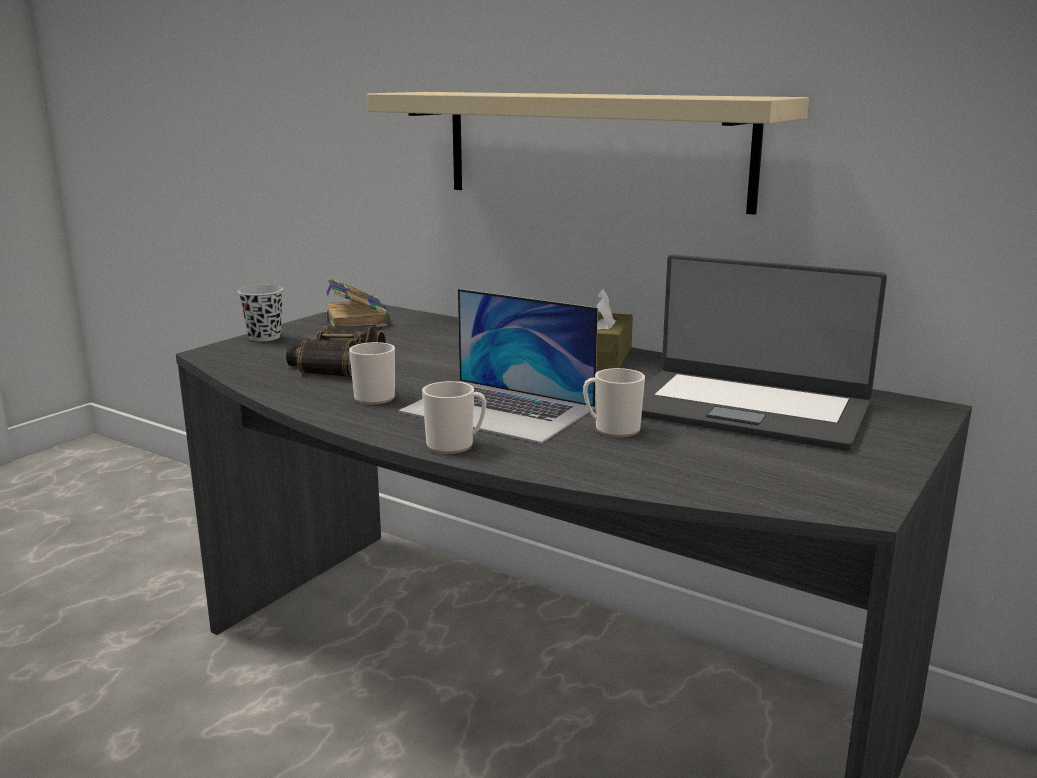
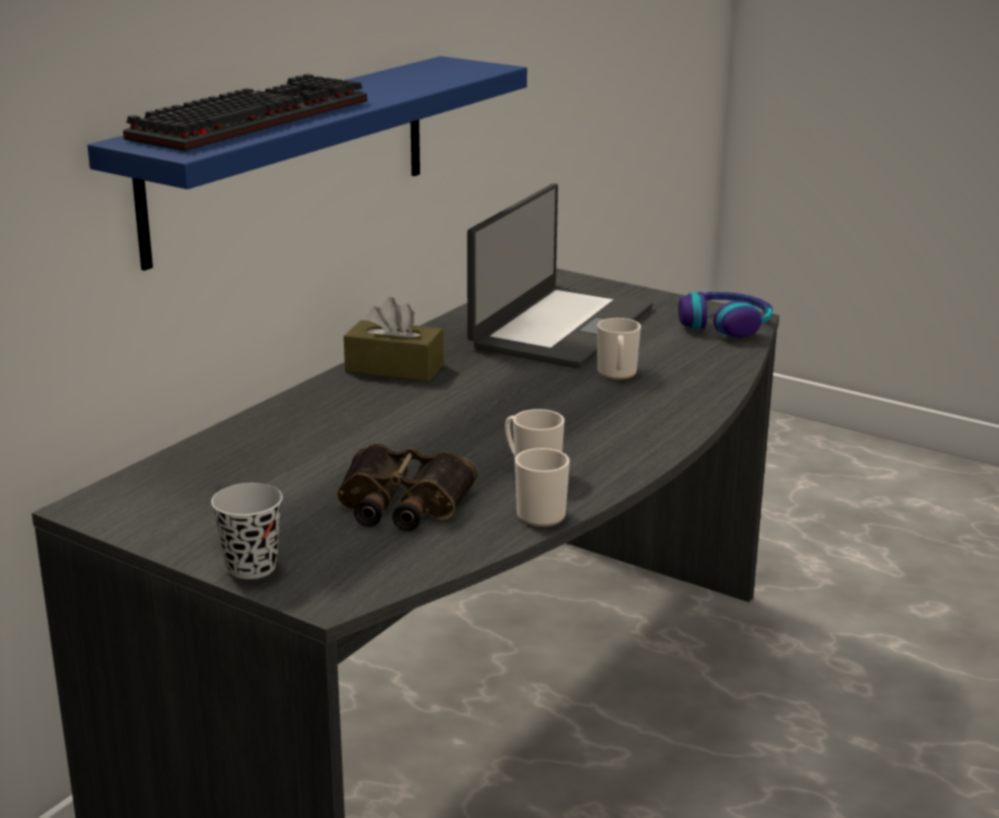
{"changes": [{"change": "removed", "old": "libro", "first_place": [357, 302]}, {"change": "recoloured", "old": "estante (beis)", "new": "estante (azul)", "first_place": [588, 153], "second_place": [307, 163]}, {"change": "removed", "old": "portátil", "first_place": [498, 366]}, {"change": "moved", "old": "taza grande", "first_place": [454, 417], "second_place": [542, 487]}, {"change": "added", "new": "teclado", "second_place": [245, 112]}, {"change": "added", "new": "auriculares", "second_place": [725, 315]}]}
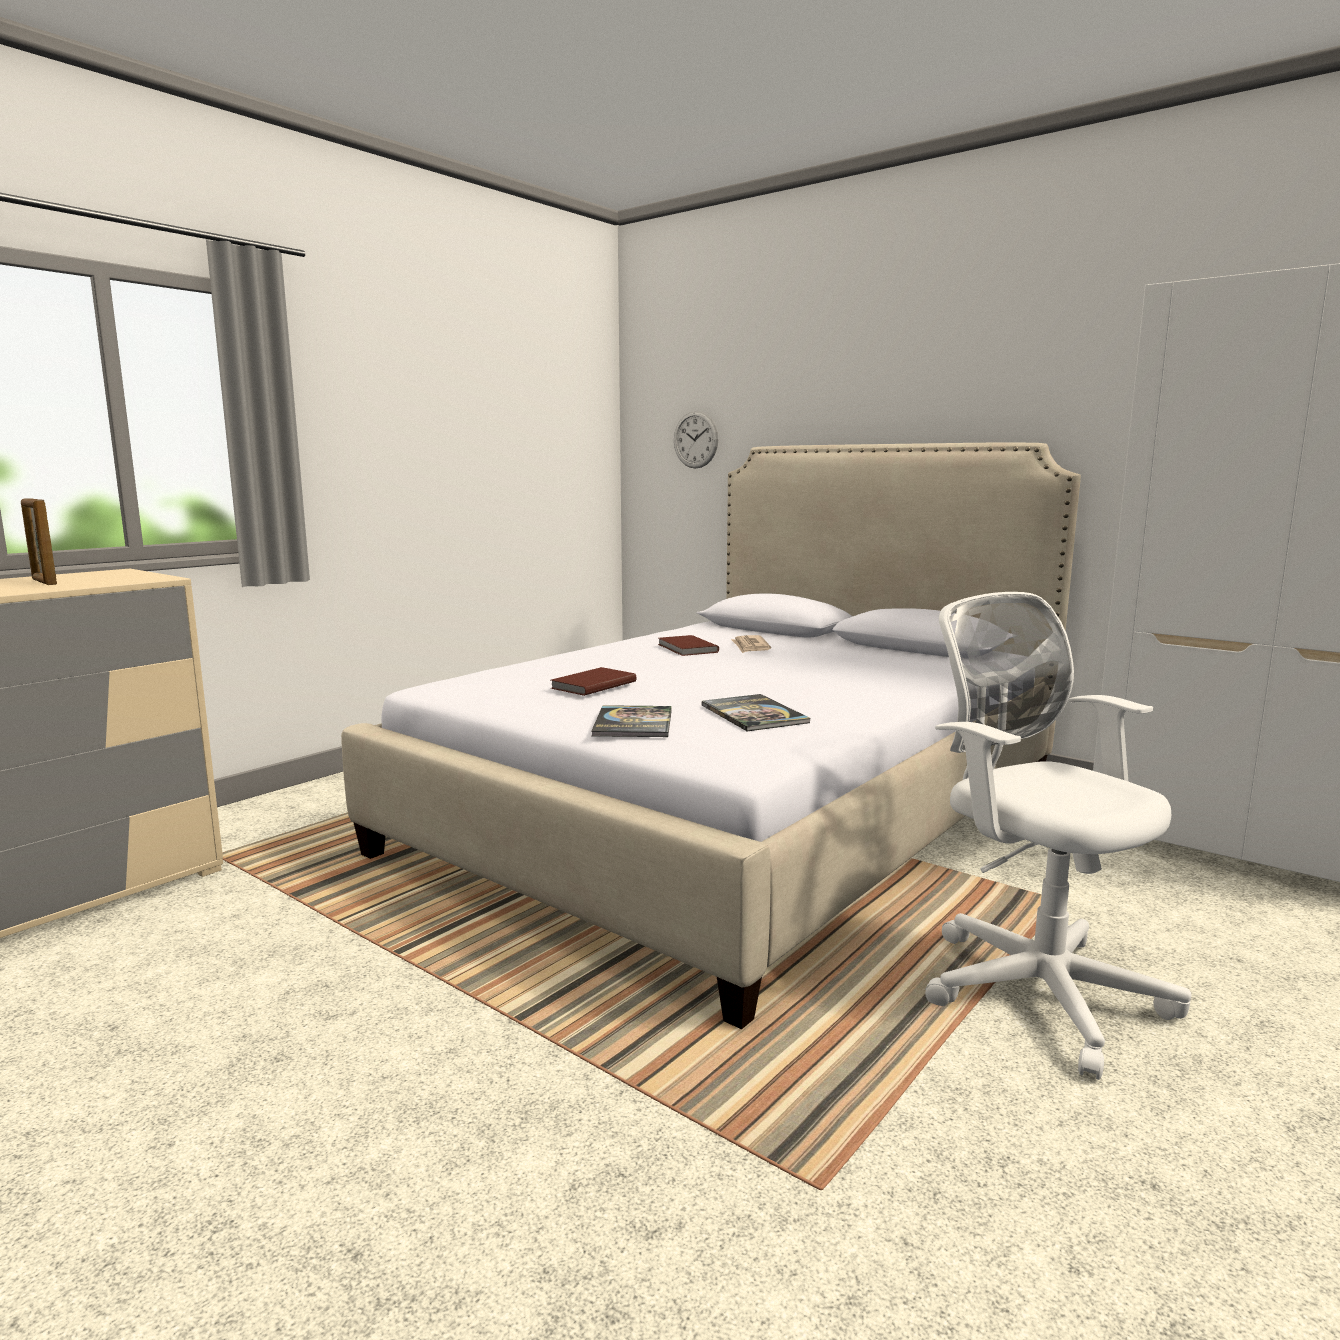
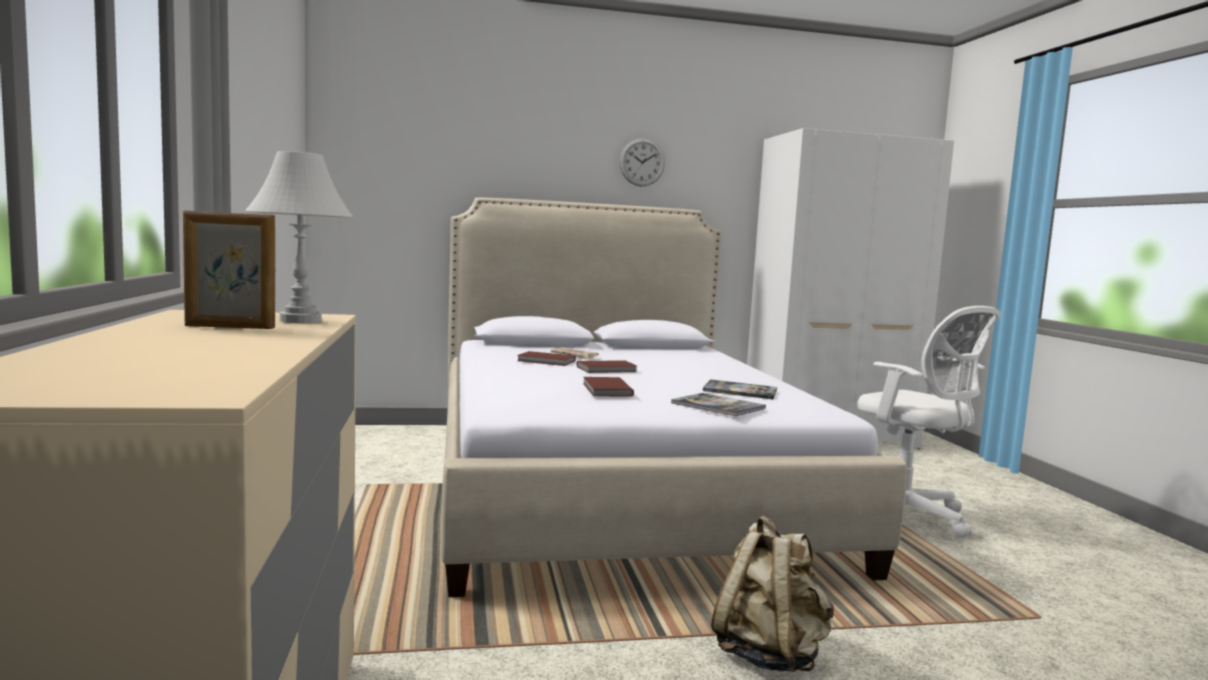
{"changes": [{"change": "moved", "old": "reloj de pared", "first_place": [696, 440], "second_place": [642, 162]}, {"change": "turned", "old": "silla de oficina (blanco)", "first_place": [1058, 836], "second_place": [929, 422], "degrees": -135}, {"change": "added", "new": "lámpara de mesa (blanco)", "second_place": [299, 237]}, {"change": "added", "new": "libro (marrón)", "second_place": [607, 366]}, {"change": "added", "new": "mochila (beis)", "second_place": [772, 593]}]}
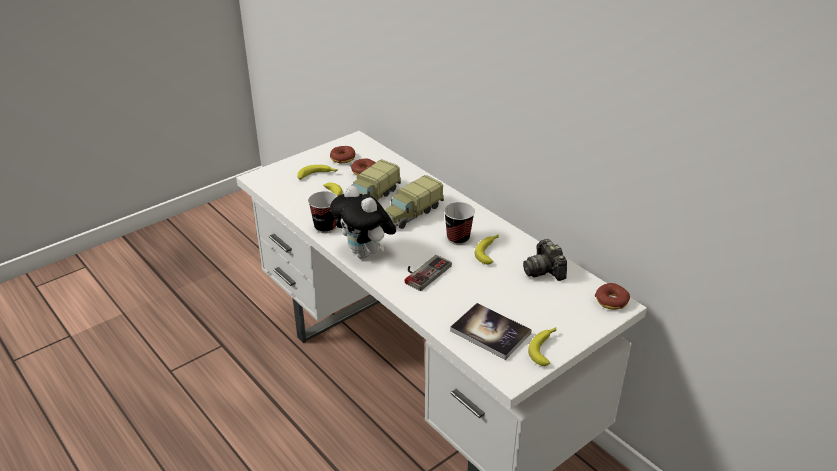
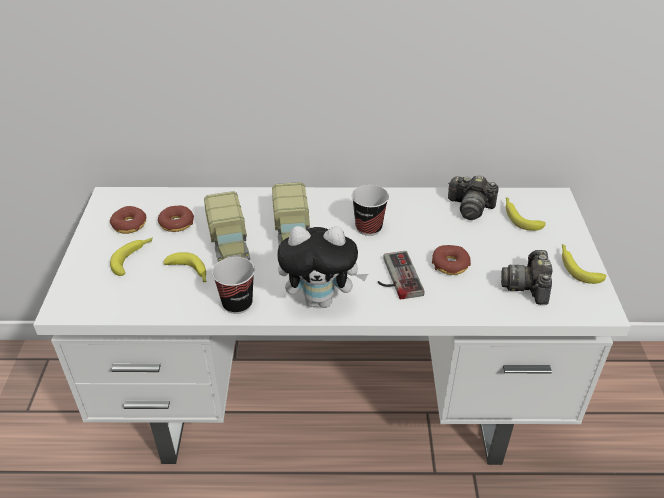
{"changes": [{"change": "replaced", "old": "libro", "new": "cámara", "first_place": [490, 331], "second_place": [527, 277]}, {"change": "moved", "old": "plátano", "first_place": [487, 249], "second_place": [526, 214]}, {"change": "moved", "old": "rosquilla", "first_place": [612, 296], "second_place": [451, 260]}]}
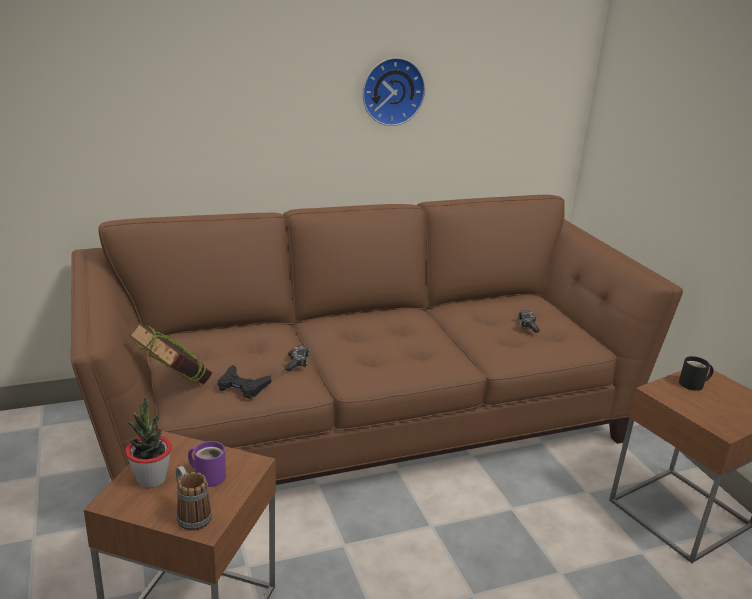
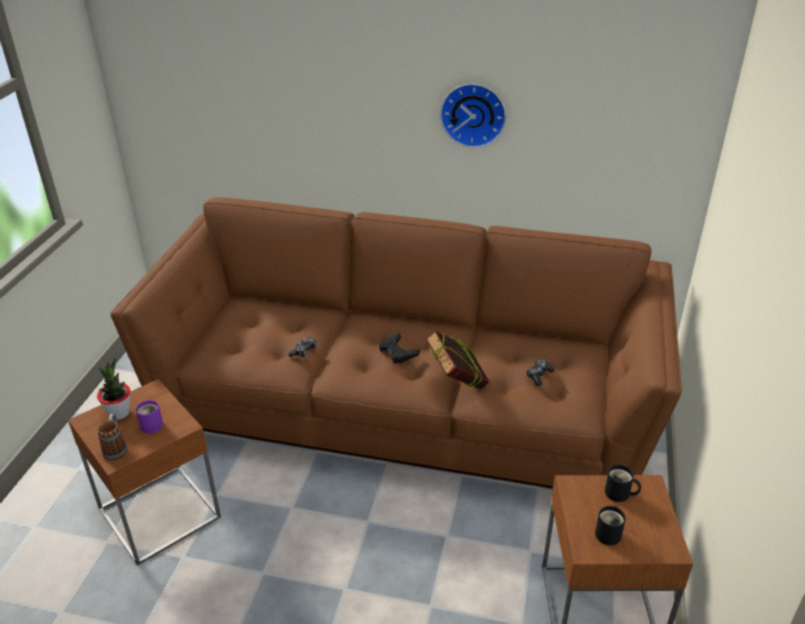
{"changes": [{"change": "moved", "old": "libro", "first_place": [170, 354], "second_place": [457, 360]}, {"change": "moved", "old": "mando de consola (negro)", "first_place": [244, 381], "second_place": [399, 348]}, {"change": "added", "new": "taza grande (negro)", "second_place": [610, 525]}]}
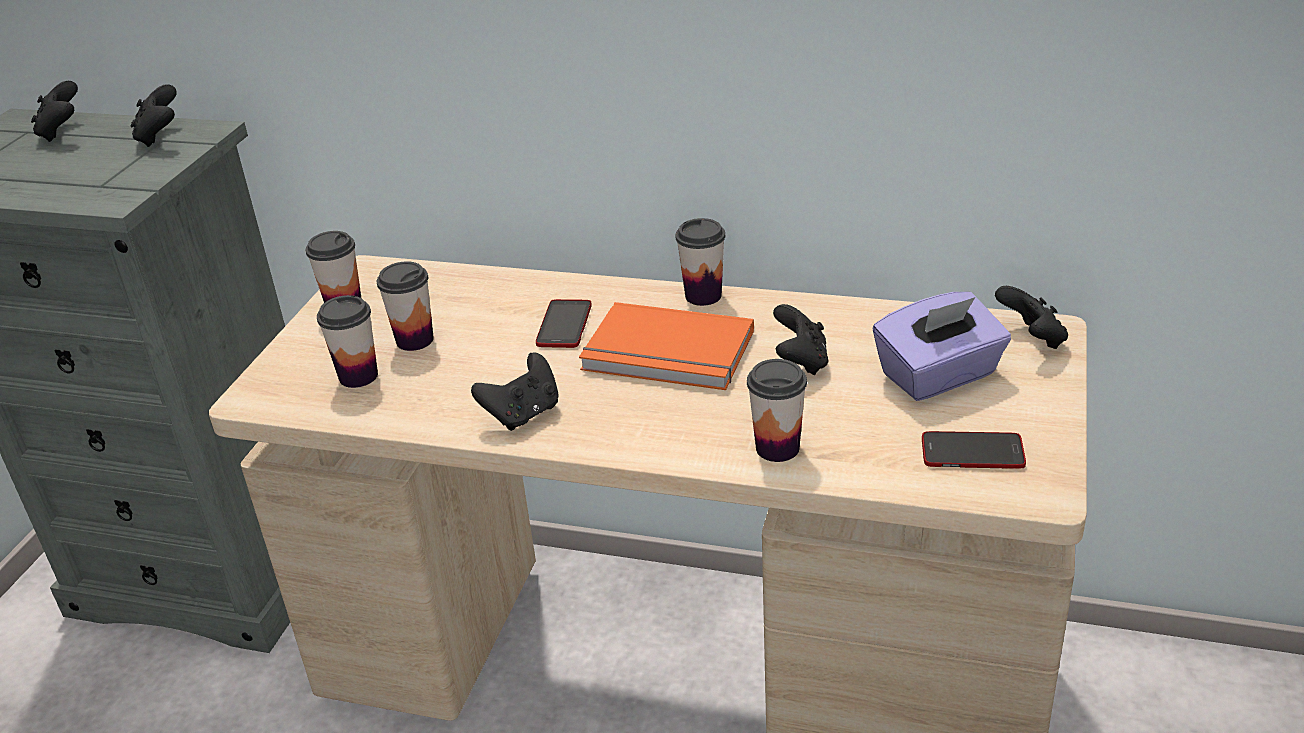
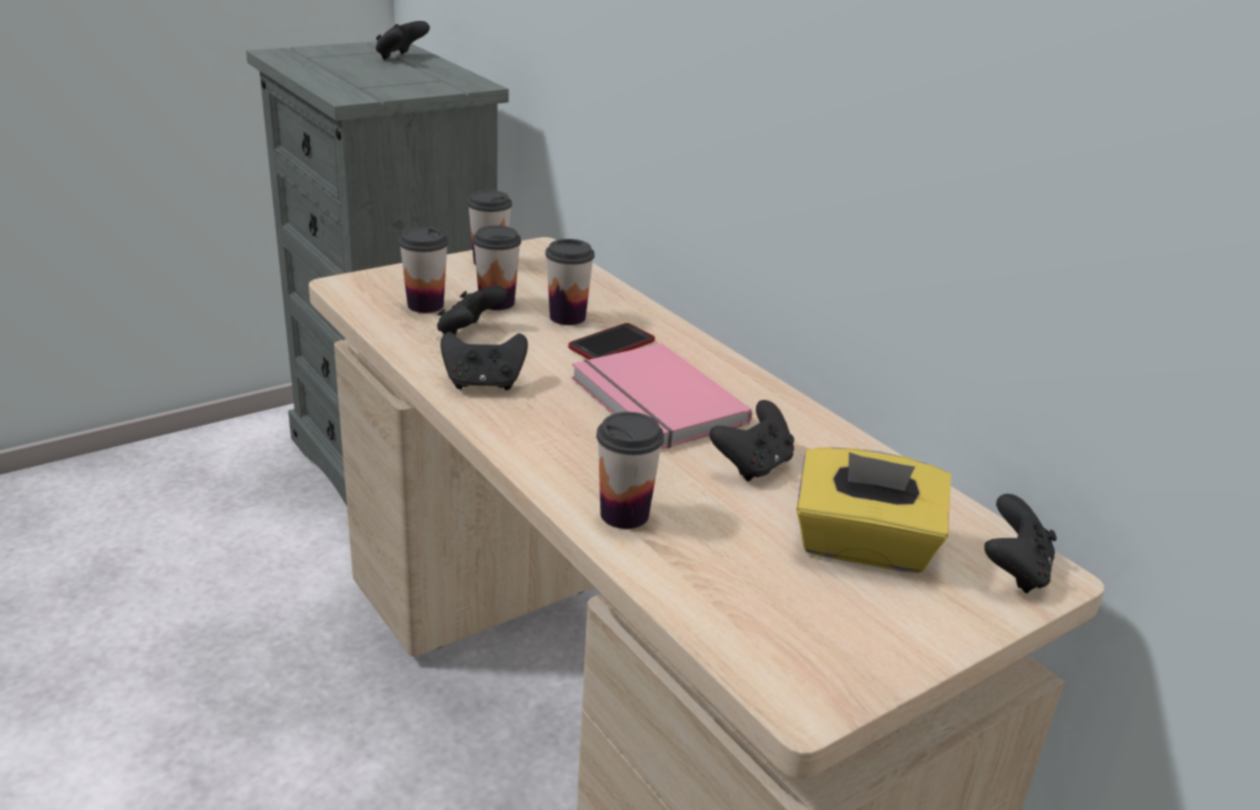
{"changes": [{"change": "moved", "old": "mando de consola (negro)", "first_place": [154, 115], "second_place": [472, 311]}, {"change": "recoloured", "old": "libro (naranja)", "new": "libro (rosa)", "first_place": [666, 346], "second_place": [661, 396]}, {"change": "moved", "old": "taza", "first_place": [700, 262], "second_place": [570, 282]}, {"change": "recoloured", "old": "caja de pañuelos (morado)", "new": "caja de pañuelos (amarillo)", "first_place": [942, 346], "second_place": [873, 510]}, {"change": "removed", "old": "móvil", "first_place": [974, 450]}]}
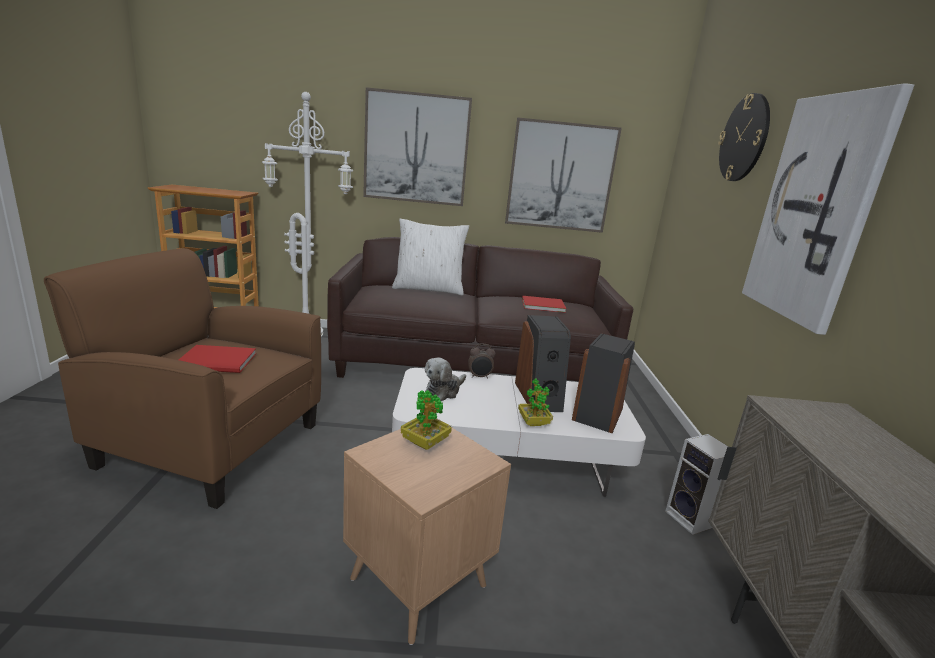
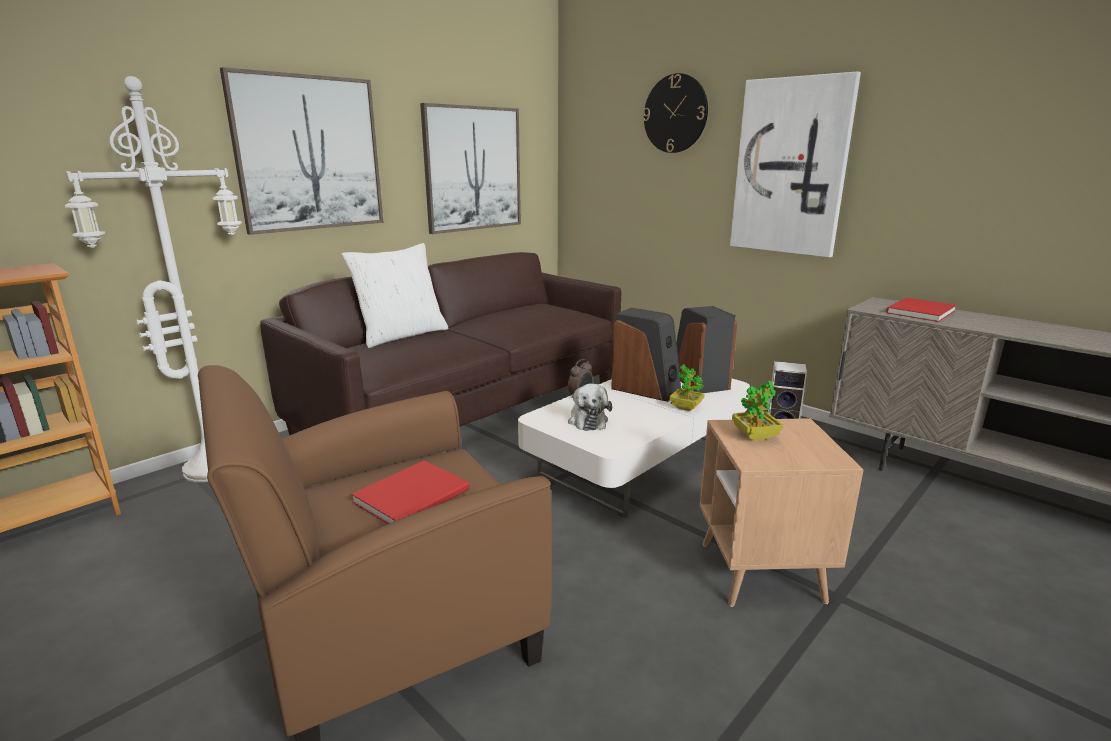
{"changes": [{"change": "moved", "old": "libro (rojo)", "first_place": [544, 304], "second_place": [921, 310]}]}
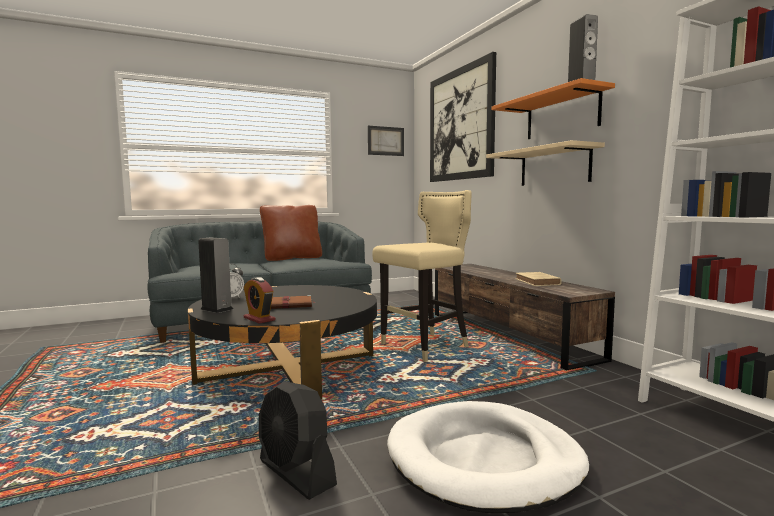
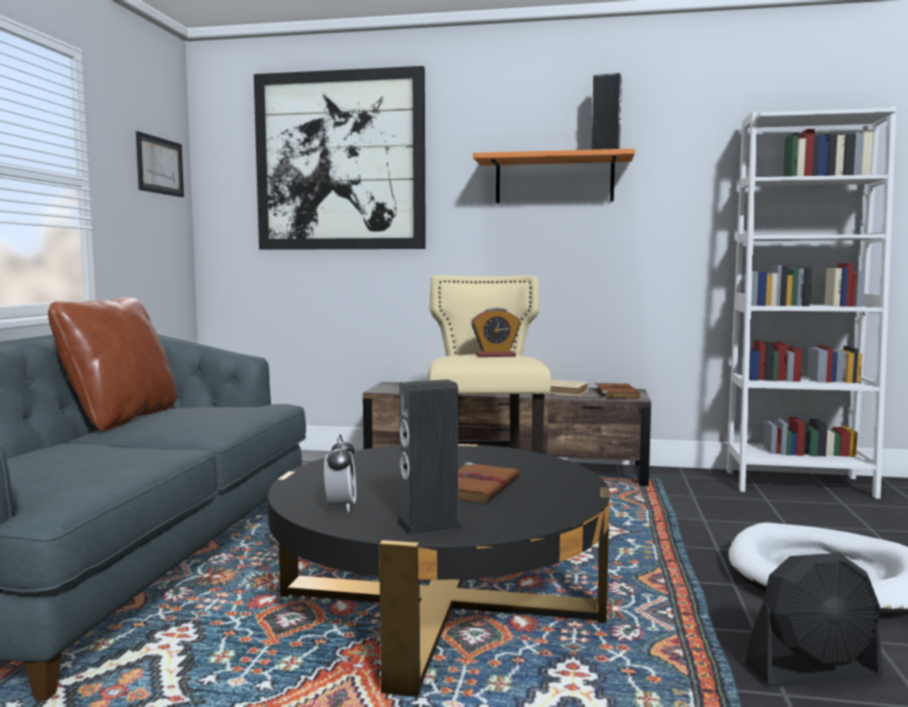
{"changes": [{"change": "moved", "old": "despertador", "first_place": [260, 300], "second_place": [496, 332]}, {"change": "removed", "old": "estante (beis)", "first_place": [545, 163]}, {"change": "added", "new": "libro (marrón)", "second_place": [618, 391]}]}
